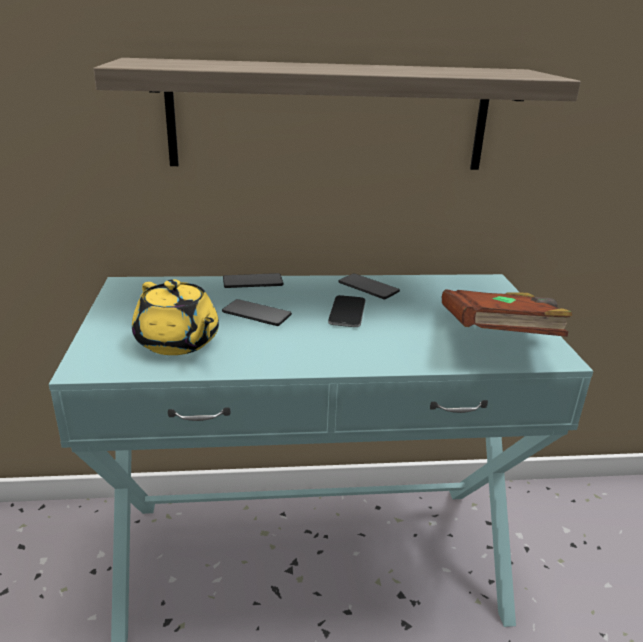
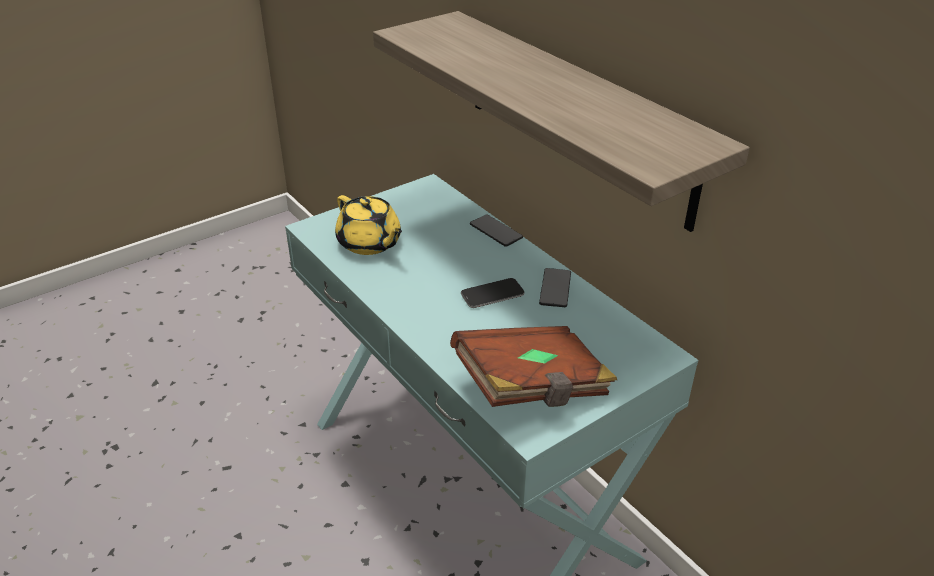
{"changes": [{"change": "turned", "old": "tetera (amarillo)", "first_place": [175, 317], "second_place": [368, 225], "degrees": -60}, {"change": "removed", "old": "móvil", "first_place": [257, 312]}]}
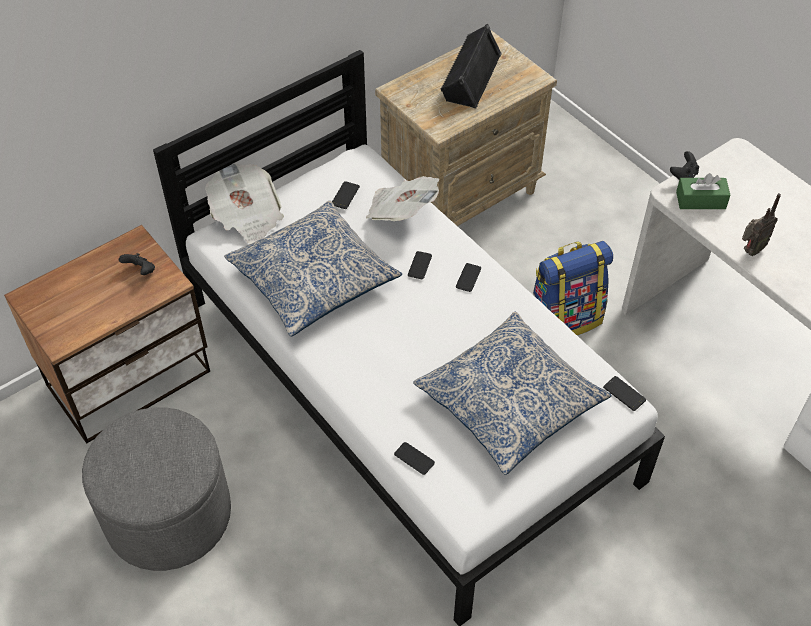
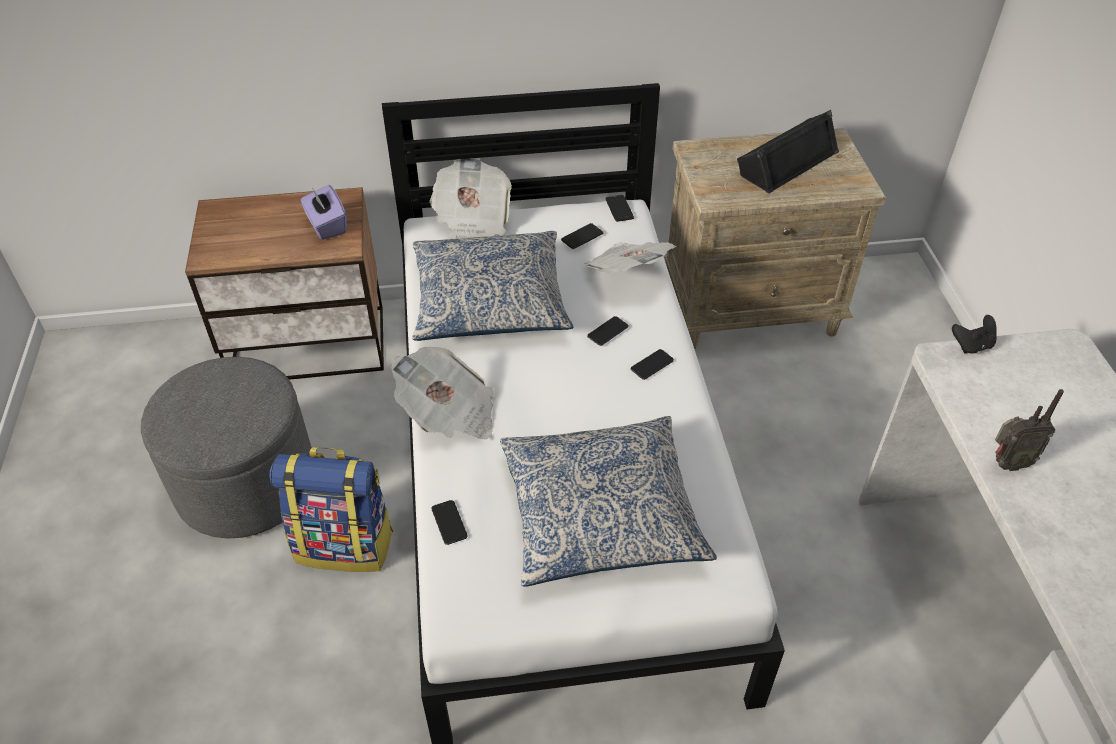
{"changes": [{"change": "replaced", "old": "mando de consola (negro)", "new": "caja de pañuelos (morado)", "first_place": [137, 264], "second_place": [324, 212]}, {"change": "moved", "old": "mochila", "first_place": [573, 288], "second_place": [331, 509]}, {"change": "moved", "old": "móvil", "first_place": [624, 393], "second_place": [619, 208]}, {"change": "removed", "old": "caja de pañuelos (verde)", "first_place": [703, 191]}, {"change": "added", "new": "periódico", "second_place": [442, 393]}]}
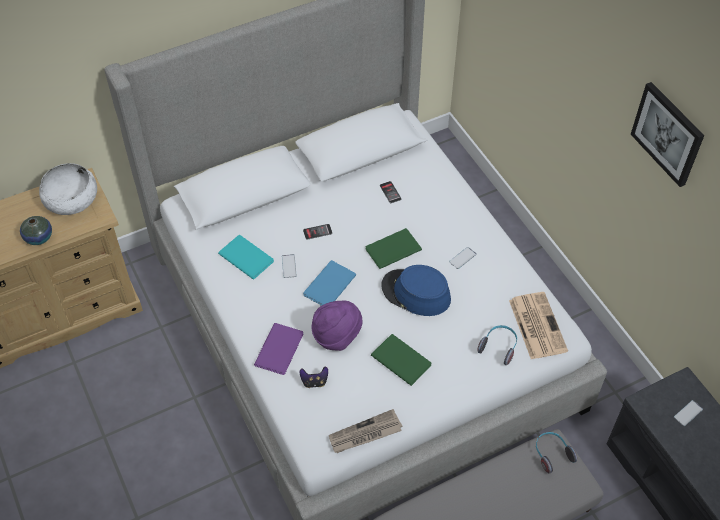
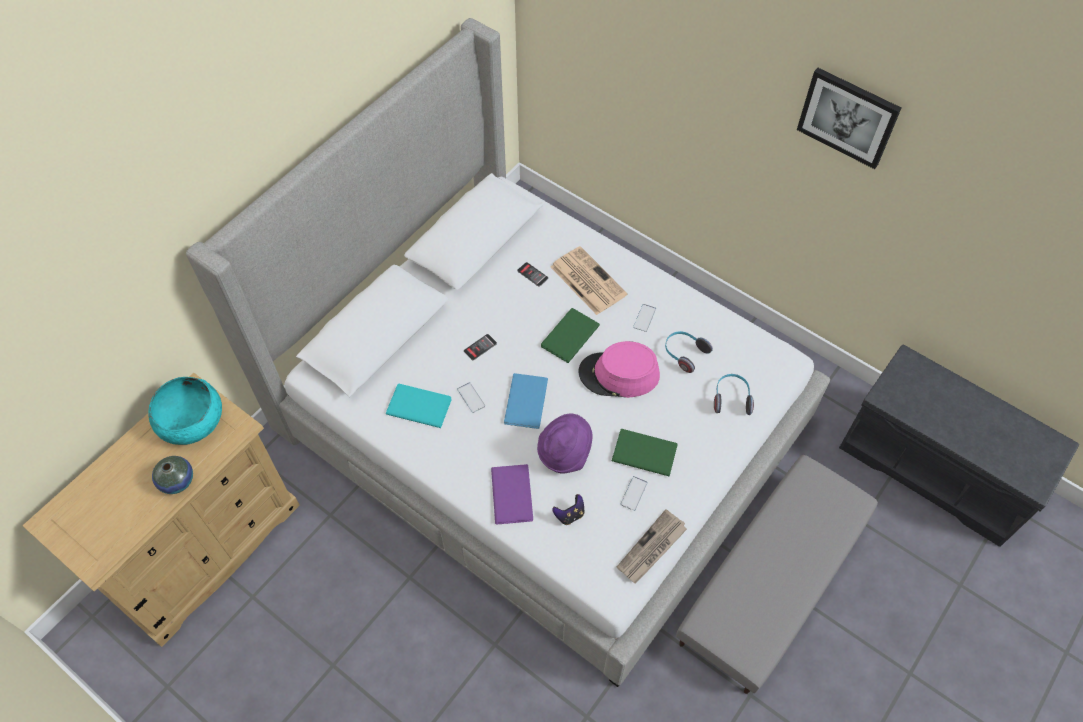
{"changes": [{"change": "recoloured", "old": "cuenco (blanco)", "new": "cuenco (turquesa)", "first_place": [68, 189], "second_place": [185, 411]}, {"change": "recoloured", "old": "sombrero (azul)", "new": "sombrero (rosa)", "first_place": [416, 290], "second_place": [619, 369]}, {"change": "moved", "old": "periódico", "first_place": [538, 325], "second_place": [589, 280]}, {"change": "moved", "old": "auriculares", "first_place": [556, 453], "second_place": [689, 352]}, {"change": "moved", "old": "móvil", "first_place": [688, 413], "second_place": [634, 493]}]}
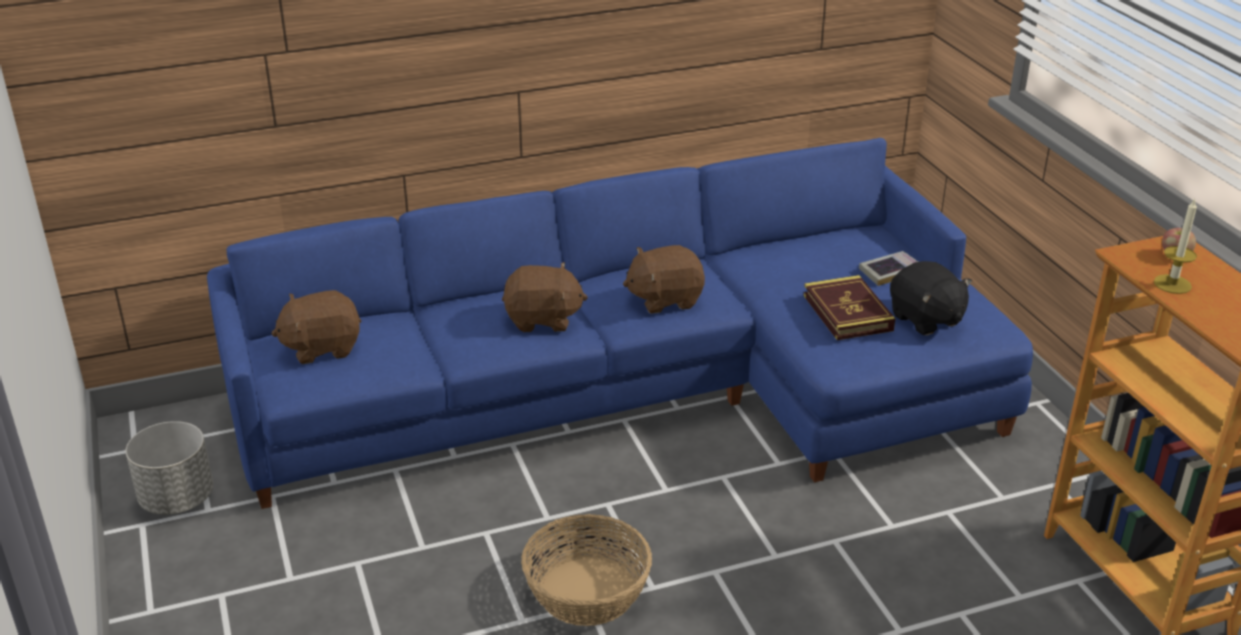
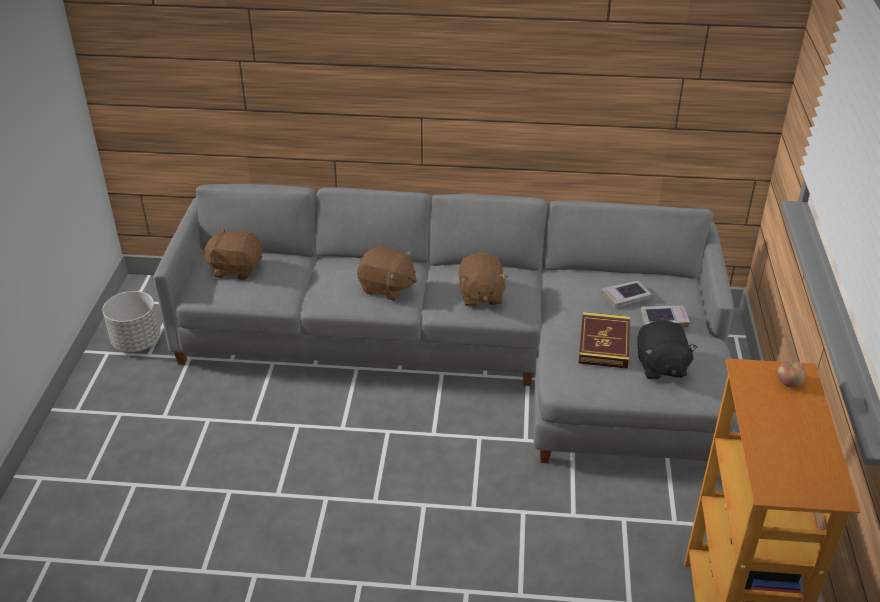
{"changes": [{"change": "recoloured", "old": "sofá (azul)", "new": "sofá (gris)", "first_place": [620, 323], "second_place": [445, 323]}, {"change": "removed", "old": "cesta", "first_place": [586, 570]}, {"change": "turned", "old": "peluche (marrón)", "first_place": [664, 279], "second_place": [484, 280], "degrees": -105}, {"change": "removed", "old": "vela", "first_place": [1175, 246]}, {"change": "added", "new": "libro", "second_place": [627, 294]}]}
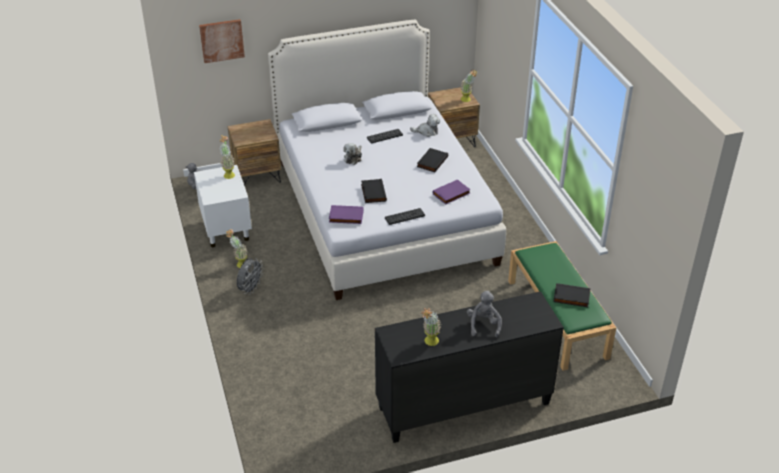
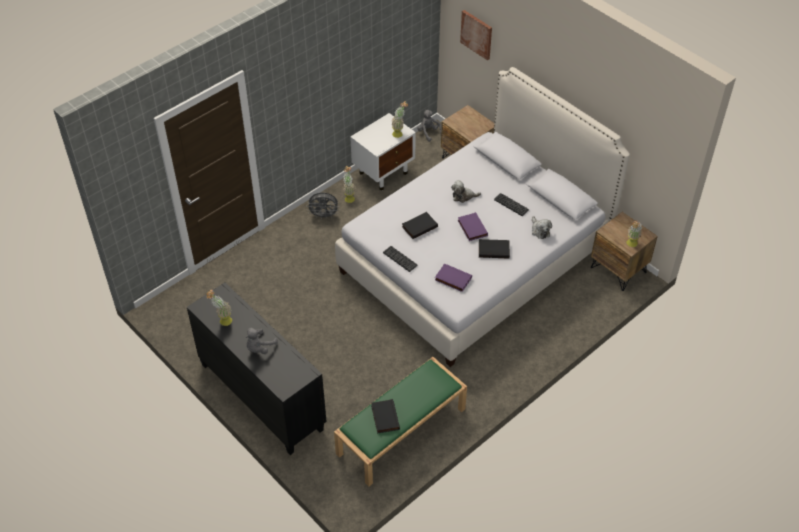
{"changes": [{"change": "moved", "old": "libro (morado)", "first_place": [346, 214], "second_place": [473, 226]}, {"change": "turned", "old": "peluche (gris)", "first_place": [484, 314], "second_place": [261, 341], "degrees": 150}]}
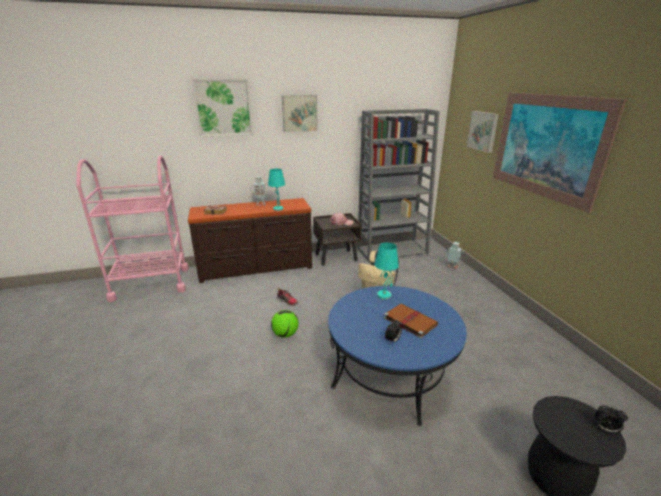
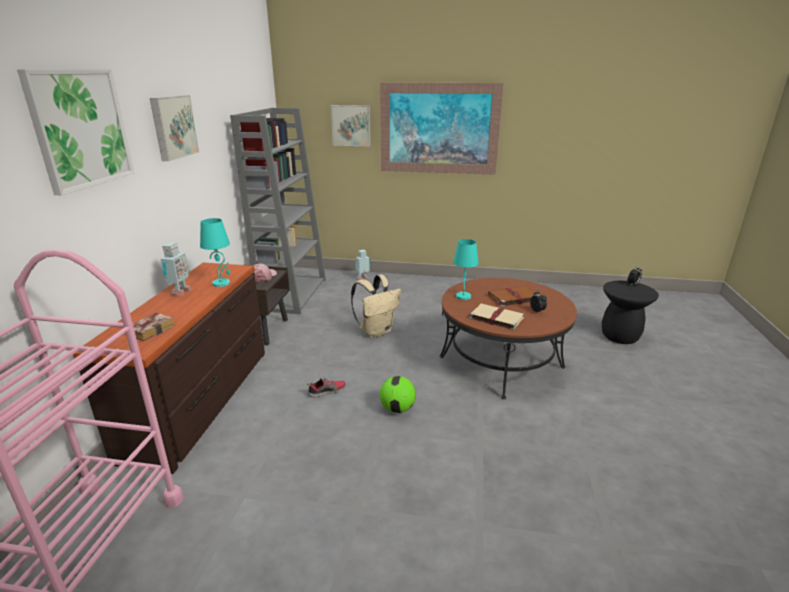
{"changes": [{"change": "recoloured", "old": "mesa de centro (azul)", "new": "mesa de centro (marrón)", "first_place": [397, 356], "second_place": [508, 338]}, {"change": "added", "new": "libro (beis)", "second_place": [496, 316]}]}
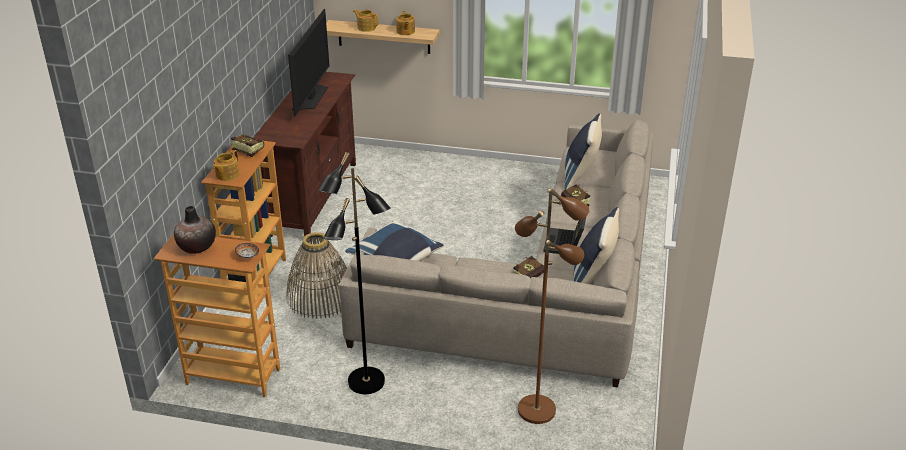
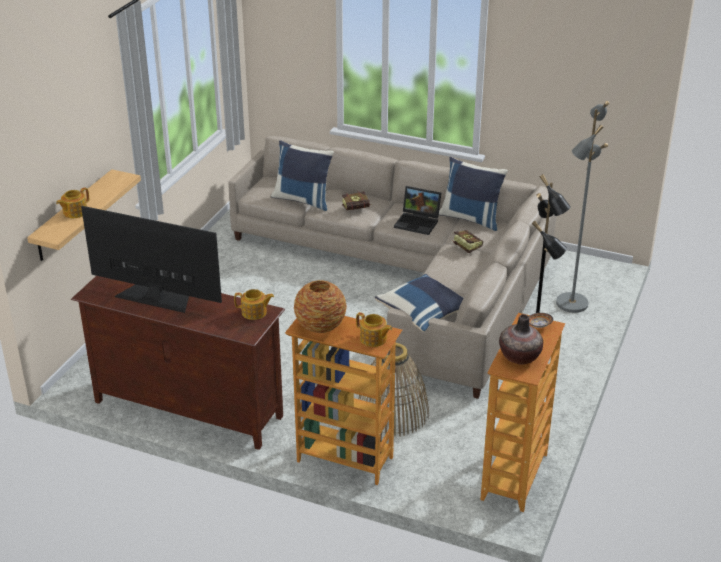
{"changes": [{"change": "replaced", "old": "libro", "new": "florero", "first_place": [247, 146], "second_place": [320, 306]}, {"change": "moved", "old": "tetera", "first_place": [405, 23], "second_place": [254, 304]}, {"change": "recoloured", "old": "lámpara de pie (marrón)", "new": "lámpara de pie (gris)", "first_place": [552, 306], "second_place": [583, 207]}]}
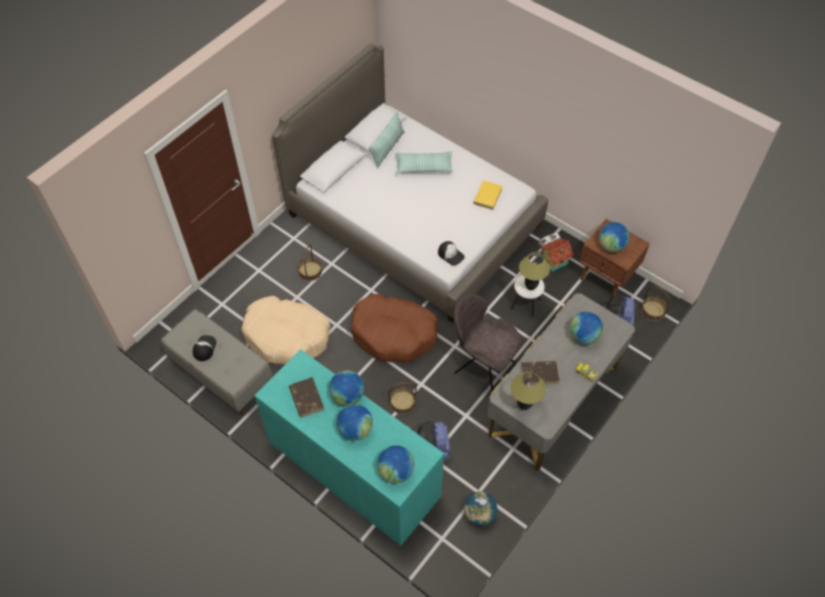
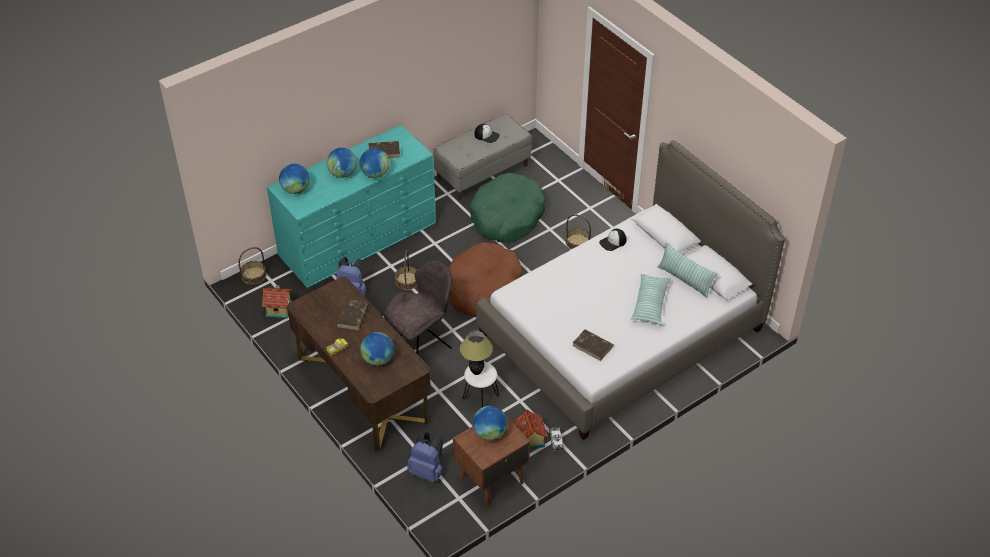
{"changes": [{"change": "recoloured", "old": "cama para perro (beis)", "new": "cama para perro (verde)", "first_place": [285, 330], "second_place": [507, 208]}, {"change": "moved", "old": "gorra", "first_place": [451, 253], "second_place": [612, 240]}, {"change": "replaced", "old": "globo terráqueo", "new": "casita", "first_place": [480, 508], "second_place": [277, 302]}, {"change": "recoloured", "old": "libro (amarillo)", "new": "libro (marrón)", "first_place": [487, 195], "second_place": [593, 345]}, {"change": "recoloured", "old": "escritorio (gris)", "new": "escritorio (marrón)", "first_place": [561, 381], "second_place": [359, 364]}, {"change": "removed", "old": "lámpara de mesa", "first_place": [528, 390]}, {"change": "moved", "old": "cesta", "first_place": [655, 303], "second_place": [252, 266]}]}
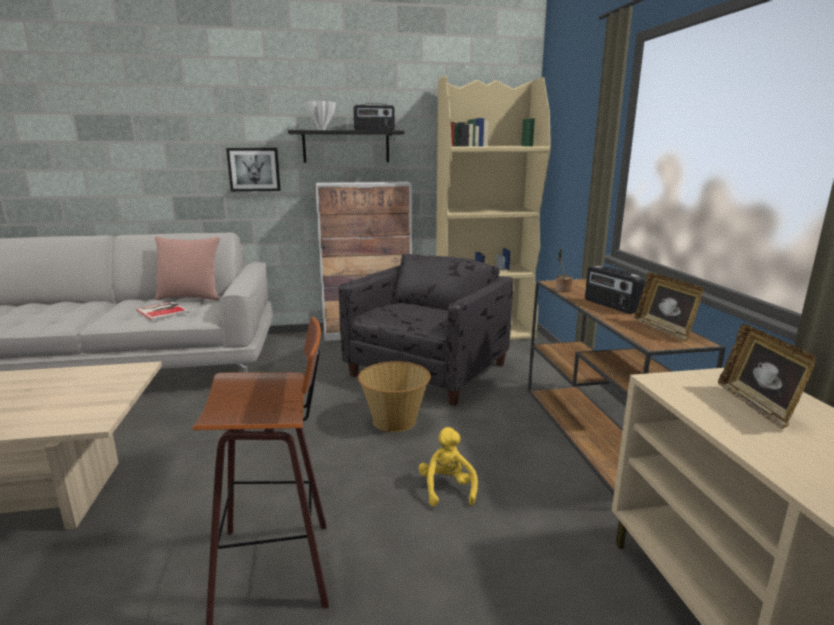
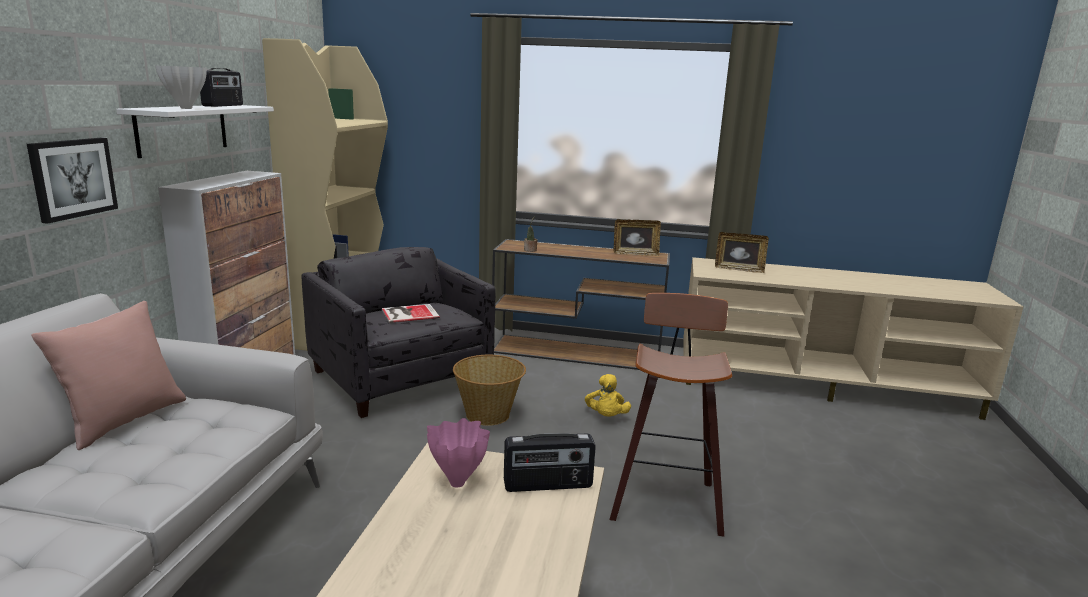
{"changes": [{"change": "moved", "old": "libro", "first_place": [163, 311], "second_place": [411, 313]}, {"change": "recoloured", "old": "estante (negro)", "new": "estante (blanco)", "first_place": [346, 146], "second_place": [195, 131]}, {"change": "turned", "old": "peluche (amarillo)", "first_place": [448, 467], "second_place": [608, 395], "degrees": -105}, {"change": "moved", "old": "radio", "first_place": [615, 290], "second_place": [550, 462]}, {"change": "added", "new": "florero (rosa)", "second_place": [458, 453]}]}
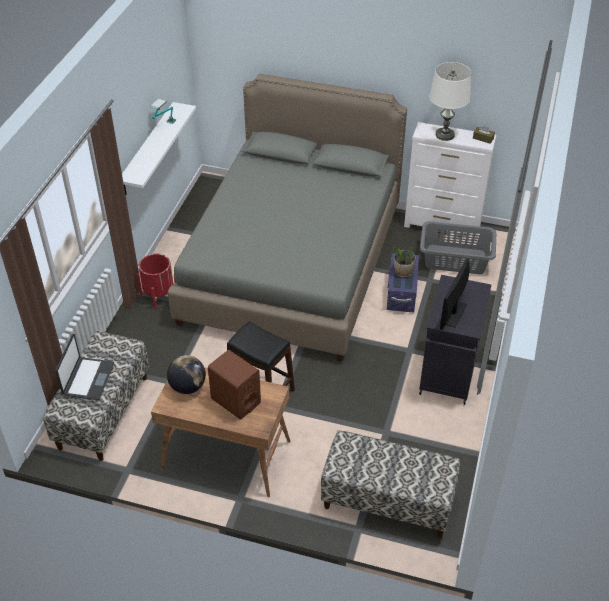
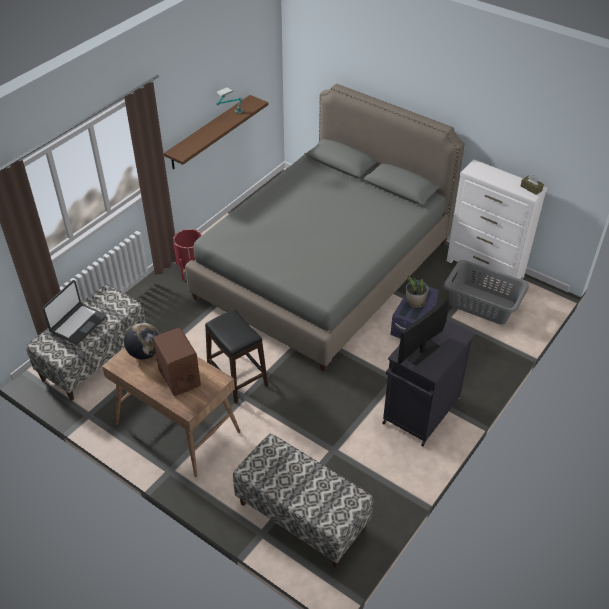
{"changes": [{"change": "recoloured", "old": "estante (blanco)", "new": "estante (marrón)", "first_place": [159, 148], "second_place": [216, 132]}, {"change": "removed", "old": "lámpara de mesa (blanco)", "first_place": [450, 101]}]}
